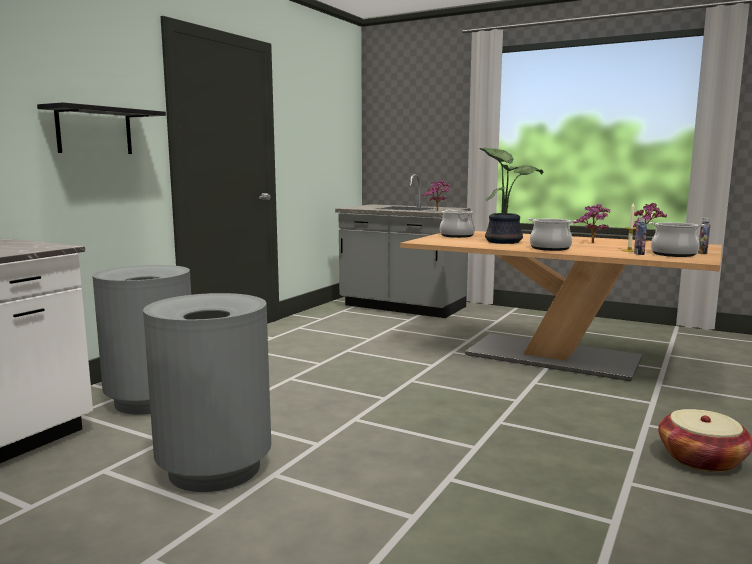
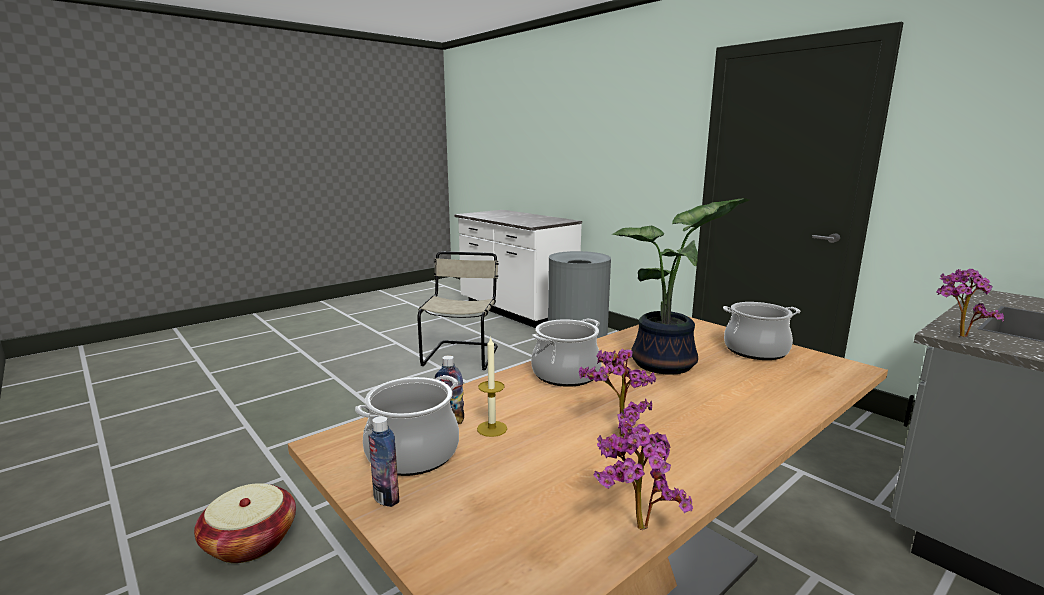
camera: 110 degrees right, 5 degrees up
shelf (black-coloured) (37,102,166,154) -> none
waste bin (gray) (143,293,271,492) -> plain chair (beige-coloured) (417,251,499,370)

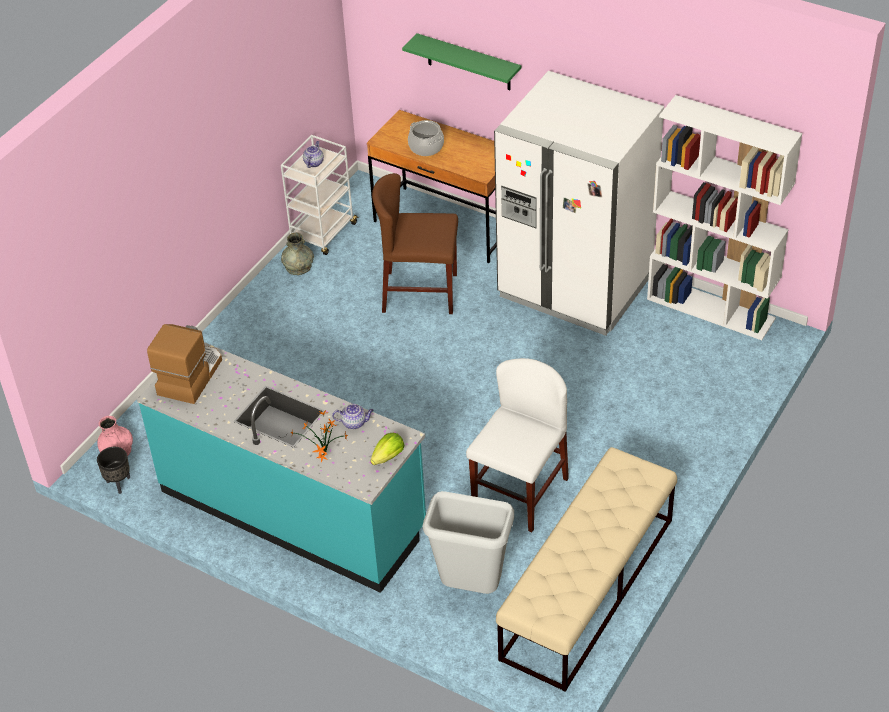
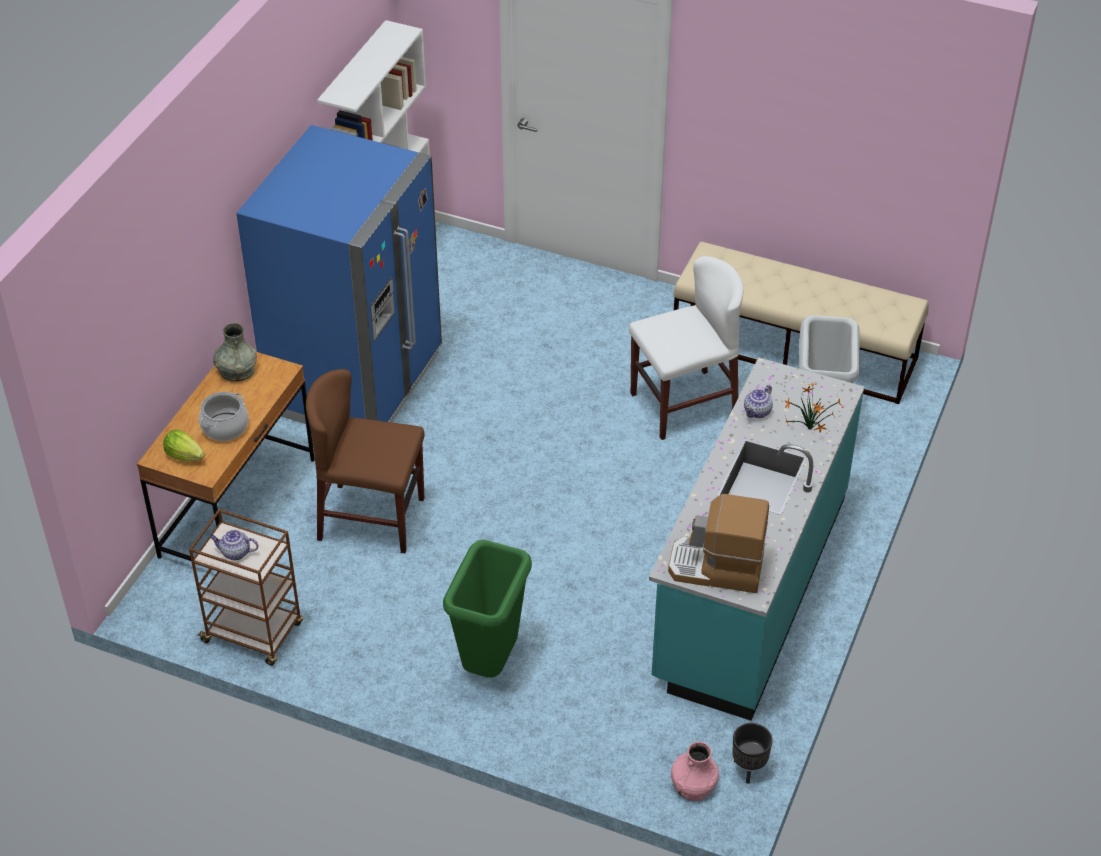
camera: 100 degrees left, 0 degrees up
shelf (green-coloured) (402,33,521,90) -> none
fridge (white-coloured) (494,71,664,336) -> fridge (bluish) (236,125,442,424)
trolley (white-coloured) (281,135,359,255) -> trolley (brownish) (189,509,303,666)
plain chair (brownish) (372,173,458,314) -> plain chair (brownish) (306,369,424,553), 105 degrees clockwise
flower vase (gray) (281,232,314,275) -> flower vase (gray) (213,323,257,381), moved
plain chair (white-coloured) (466,358,569,532) -> plain chair (white-coloured) (629,256,743,440), 135 degrees clockwise
pot for tea (332,404,374,429) -> pot for tea (744,385,773,418), 135 degrees counterclockwise
head of lettuce (370,433,404,465) -> head of lettuce (163,430,205,461), moved
none -> waste bin (green-coloured) (443,540,532,678)

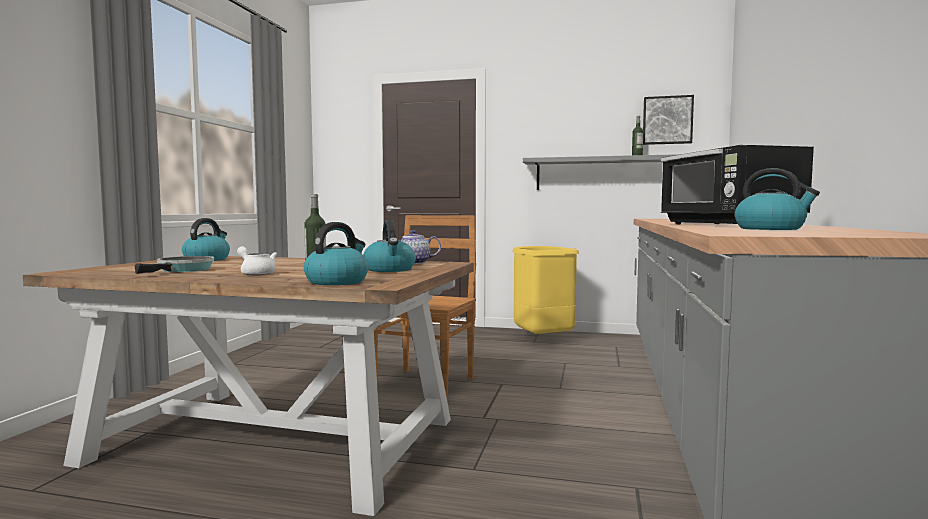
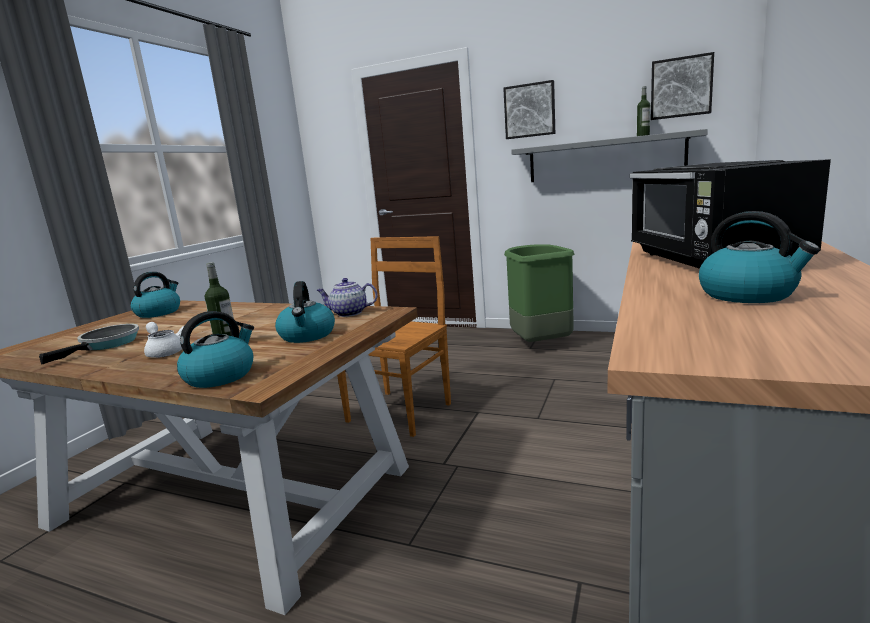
camera: 10 degrees right, 10 degrees up
waste bin (yellow) (512,246,579,334) -> waste bin (green-coloured) (504,244,574,342)
none -> wall art (503,80,555,139)

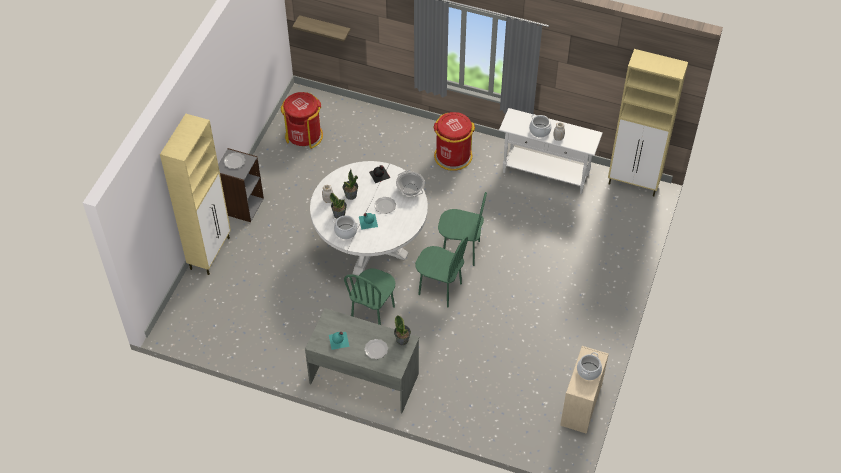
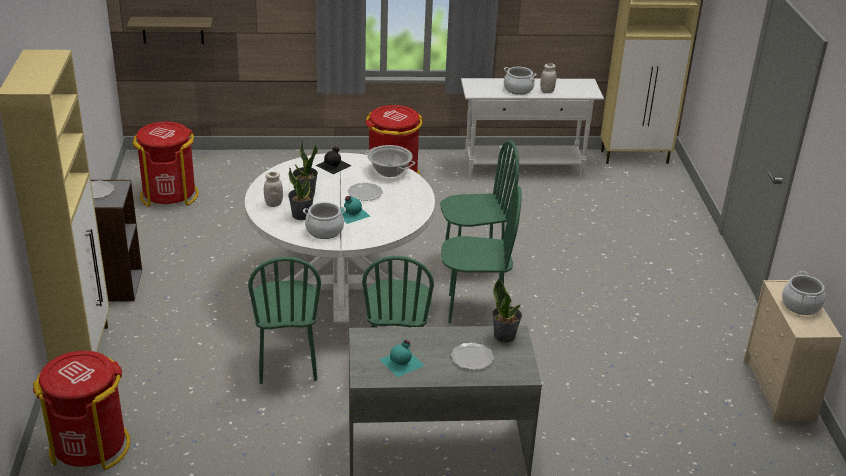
camera: 25 degrees left, 20 degrees down
none -> plain chair (green-coloured) (248,257,321,384)
none -> waste bin (red-coloured) (33,351,130,470)

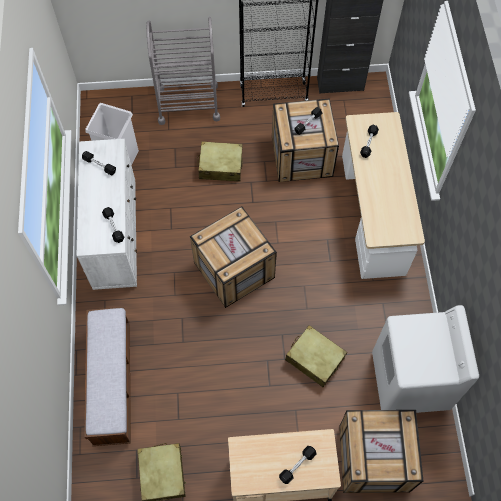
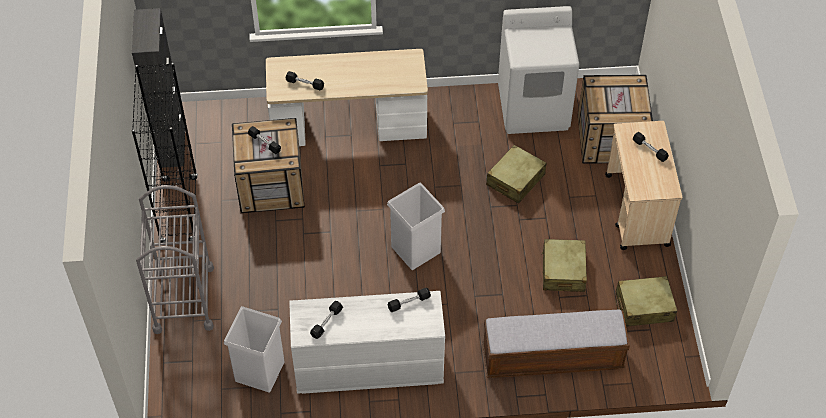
camera: 90 degrees left, 10 degrees down
travel case (beige-coloured) (197,141,243,182) -> travel case (beige-coloured) (542,239,587,292), moved
packing crate (190,207,277,308) -> waste bin (white-coloured) (387,183,445,270)

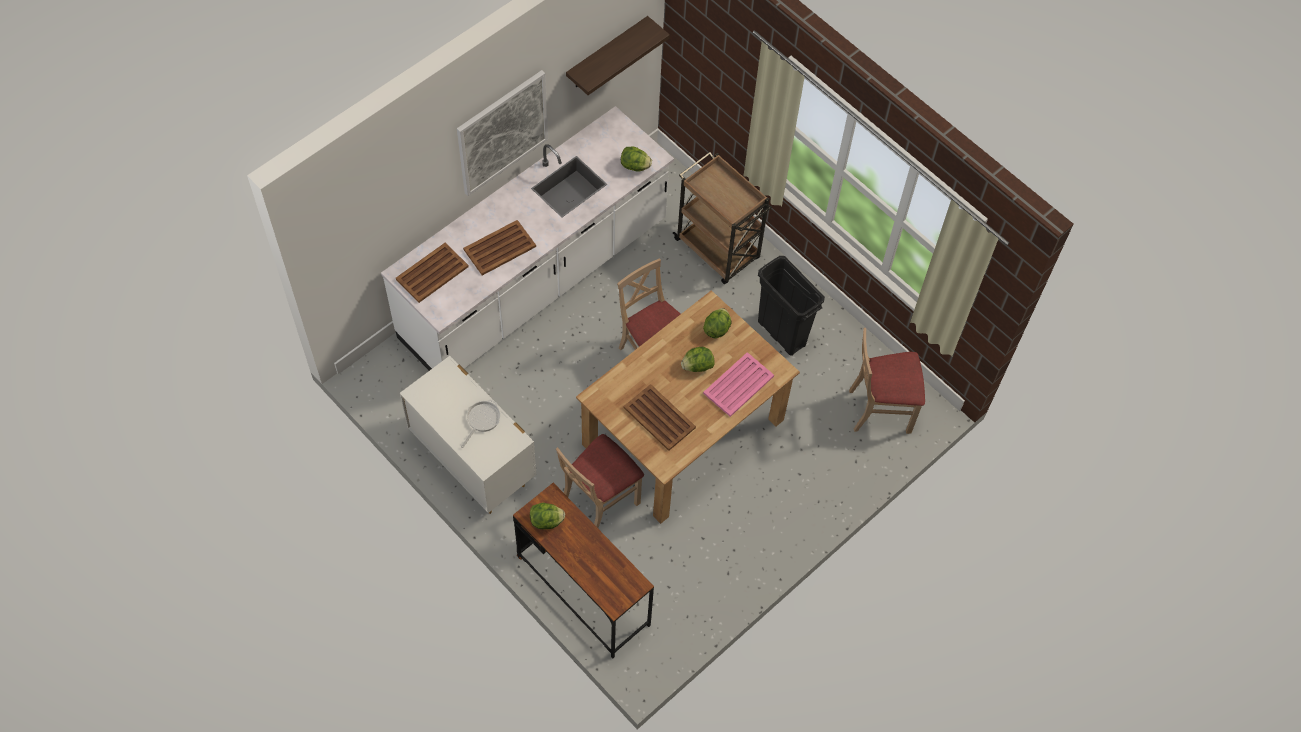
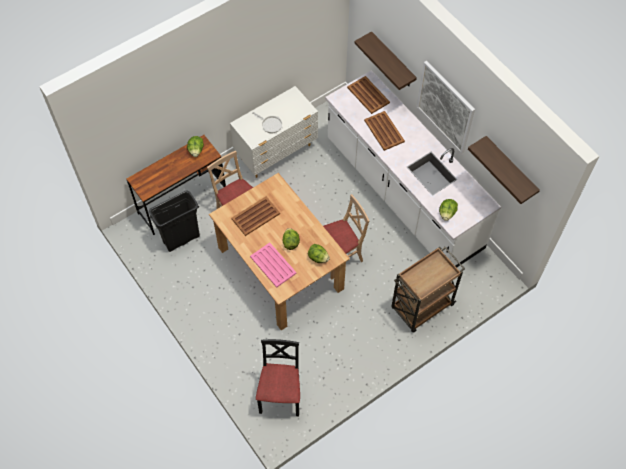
camera: 100 degrees right, 0 degrees up
waste bin (black-coloured) (758,256,825,356) -> waste bin (black-coloured) (149,190,200,252), moved
plain chair (beige-coloured) (849,328,925,434) -> plain chair (black-coloured) (256,339,300,416)
none -> shelf (354,31,417,90)

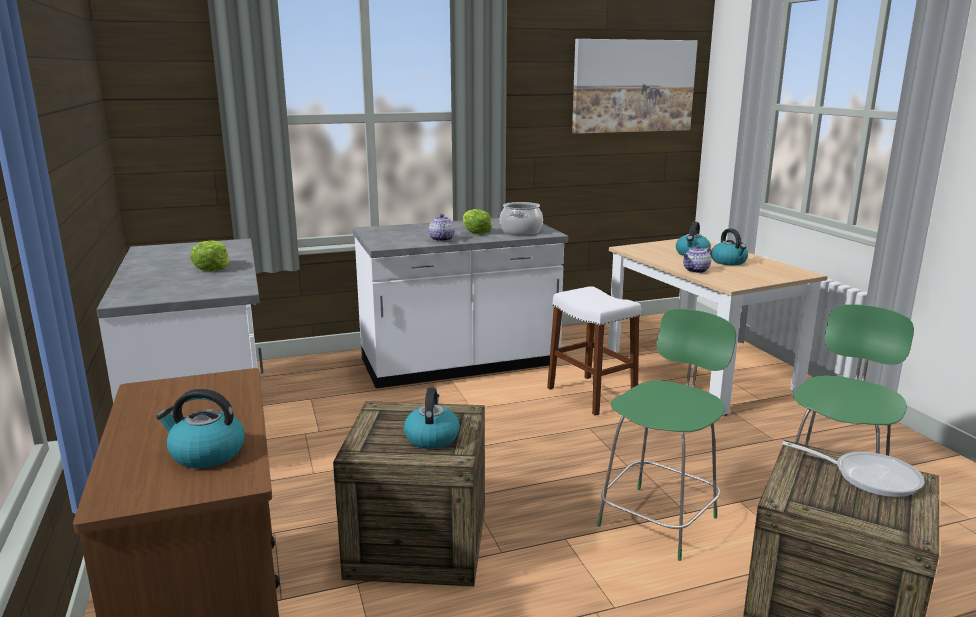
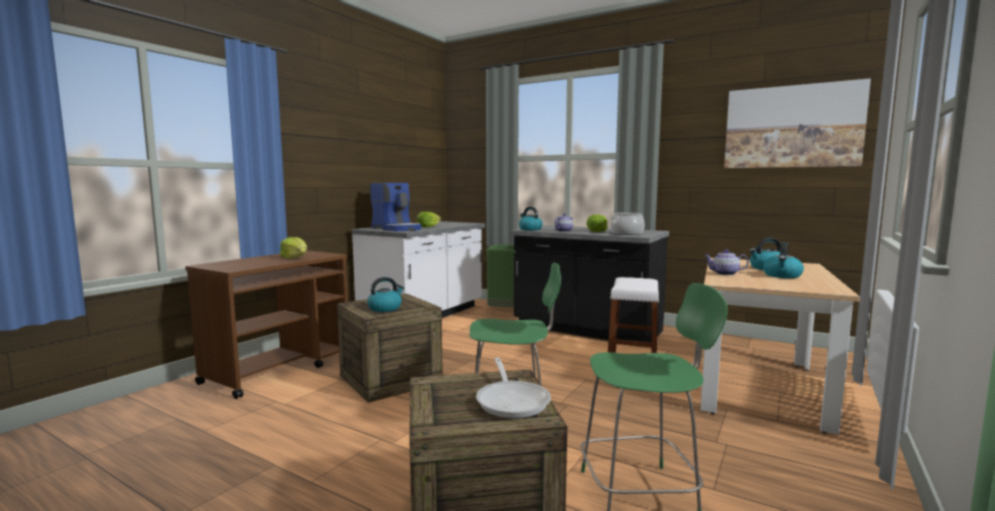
camera: 50 degrees right, 10 degrees down
counter (white-coloured) (353,218,568,389) -> counter (black-coloured) (511,225,669,342)
kettle (156,389,245,468) -> kettle (519,207,543,230), moved
none -> coffee brewer (370,183,421,231)
none -> head of lettuce (280,237,307,259)
none -> waste bin (green-coloured) (486,244,515,307)

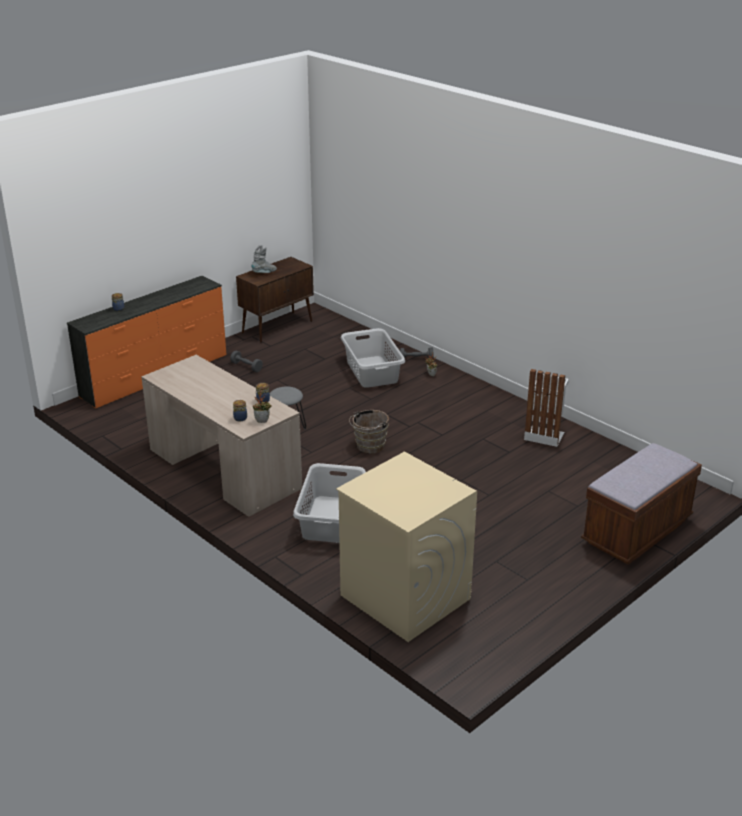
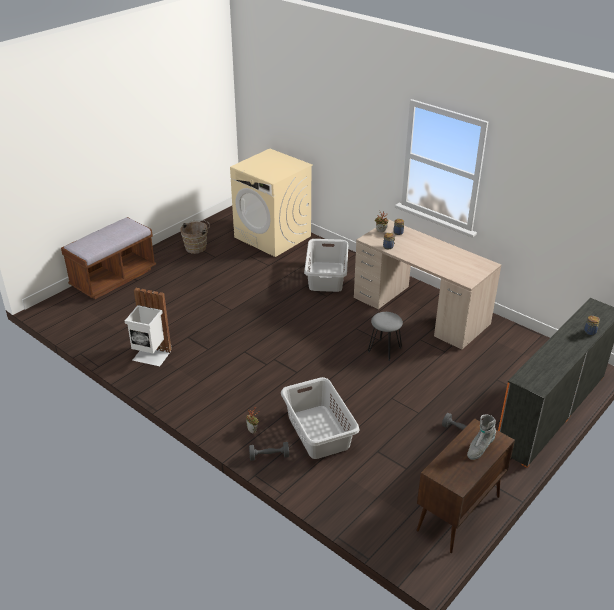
camera: 175 degrees right, 5 degrees up
pail (brownish) (349,410,389,453) -> pail (brownish) (180,220,210,254), moved

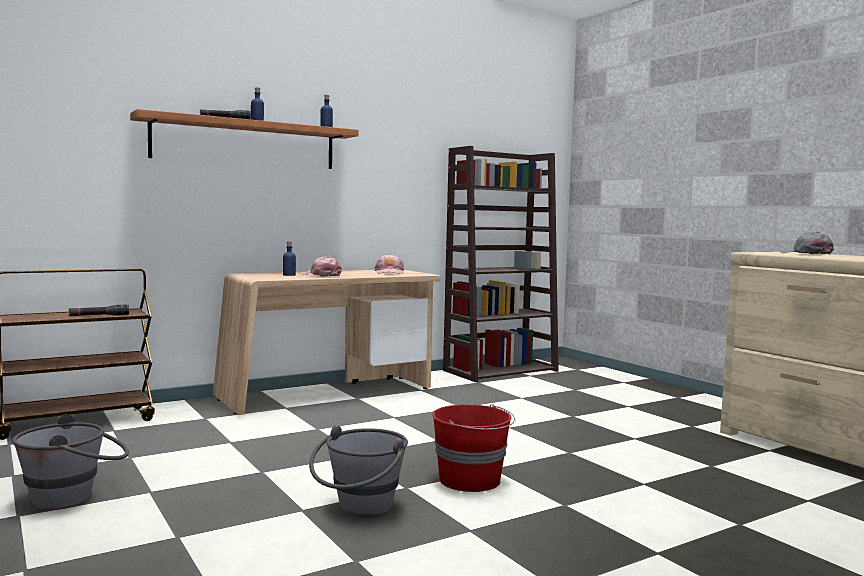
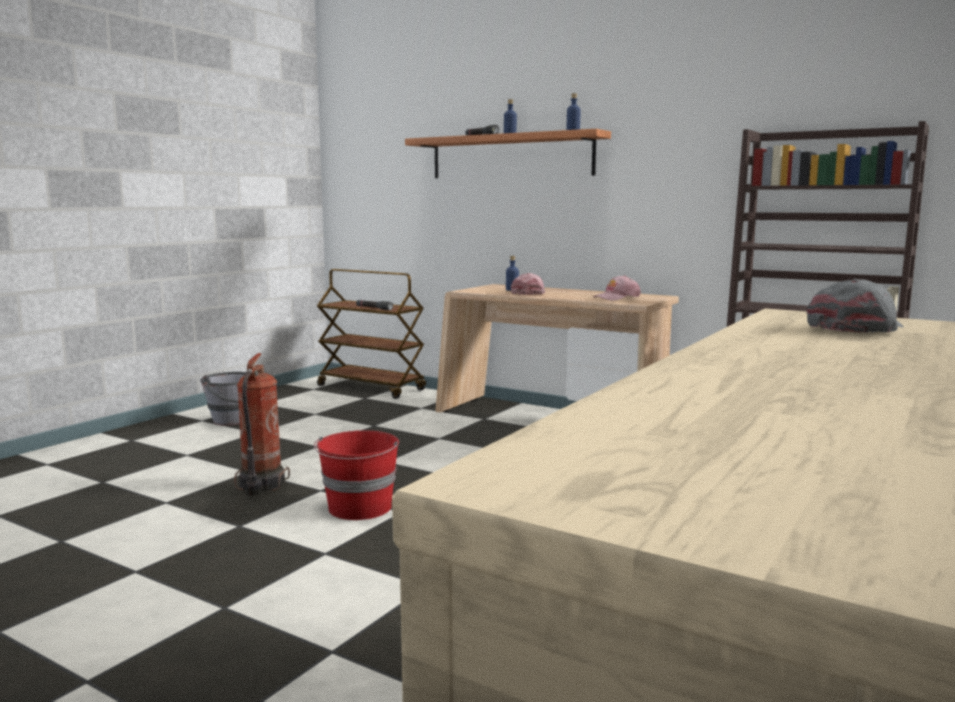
camera: 65 degrees right, 5 degrees up
pail (gray) (309,425,408,517) -> fire-fighting cylinder (234,353,290,496)

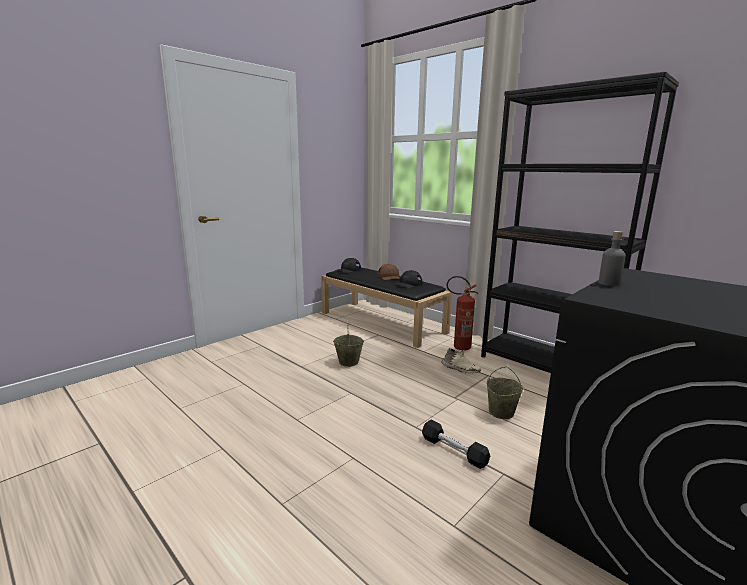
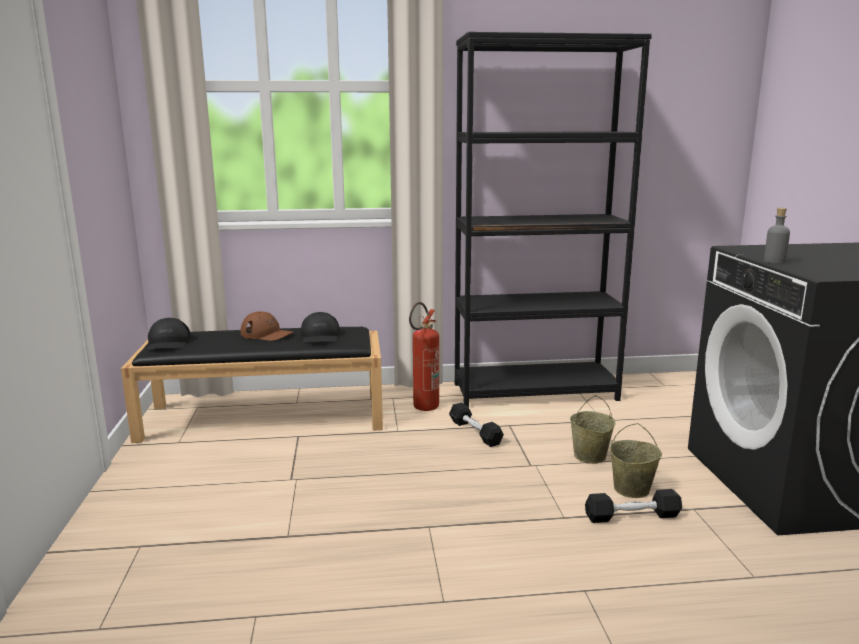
camera: 50 degrees left, 0 degrees up
pail (beige-coloured) (333,324,364,367) -> pail (beige-coloured) (610,423,662,498), moved
item of footwear (beige-coloured) (441,348,481,374) -> dumbbell (black-coloured) (449,403,504,447)

